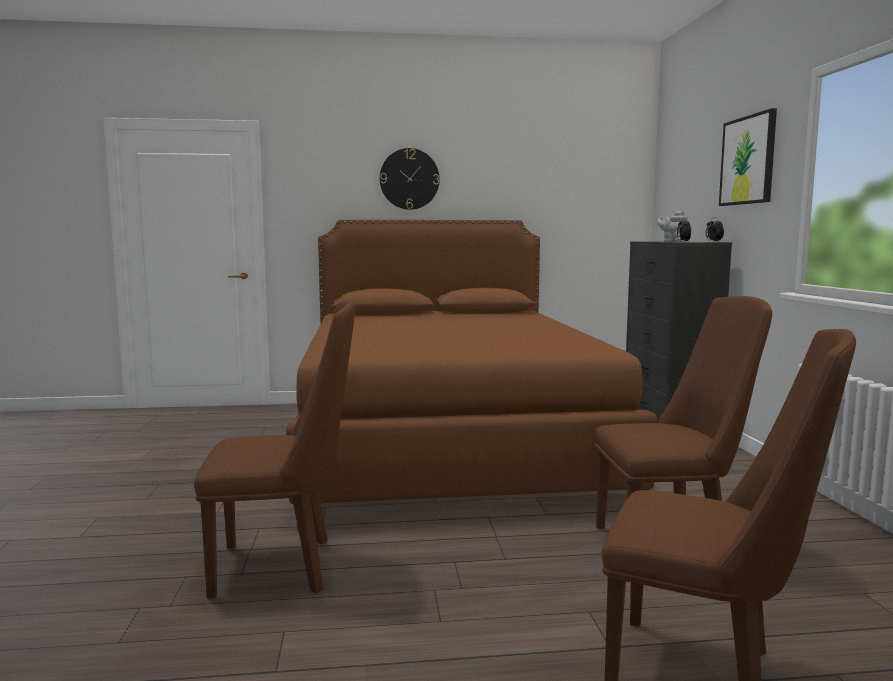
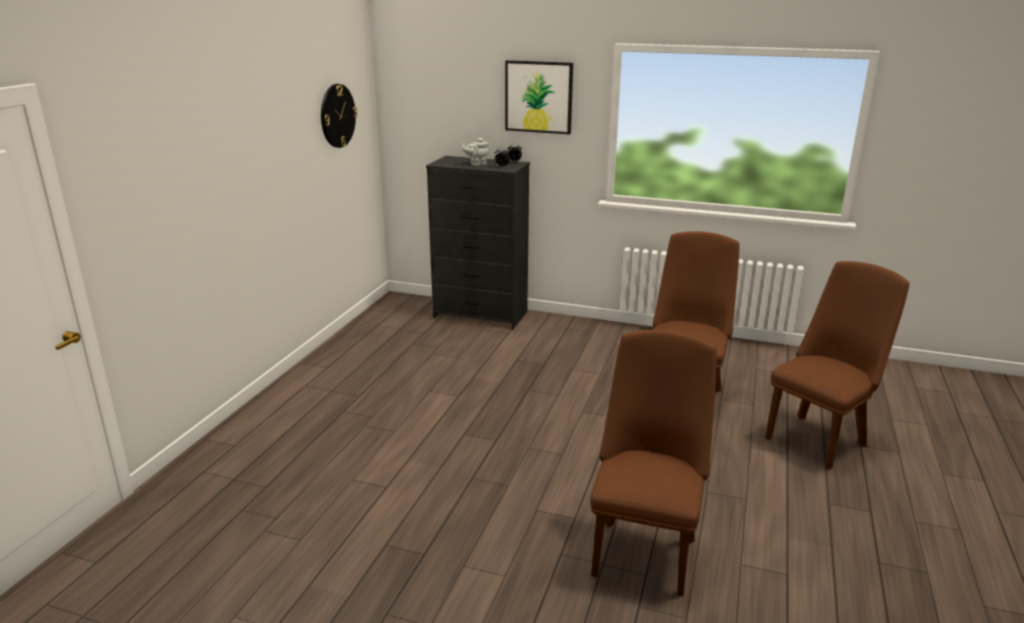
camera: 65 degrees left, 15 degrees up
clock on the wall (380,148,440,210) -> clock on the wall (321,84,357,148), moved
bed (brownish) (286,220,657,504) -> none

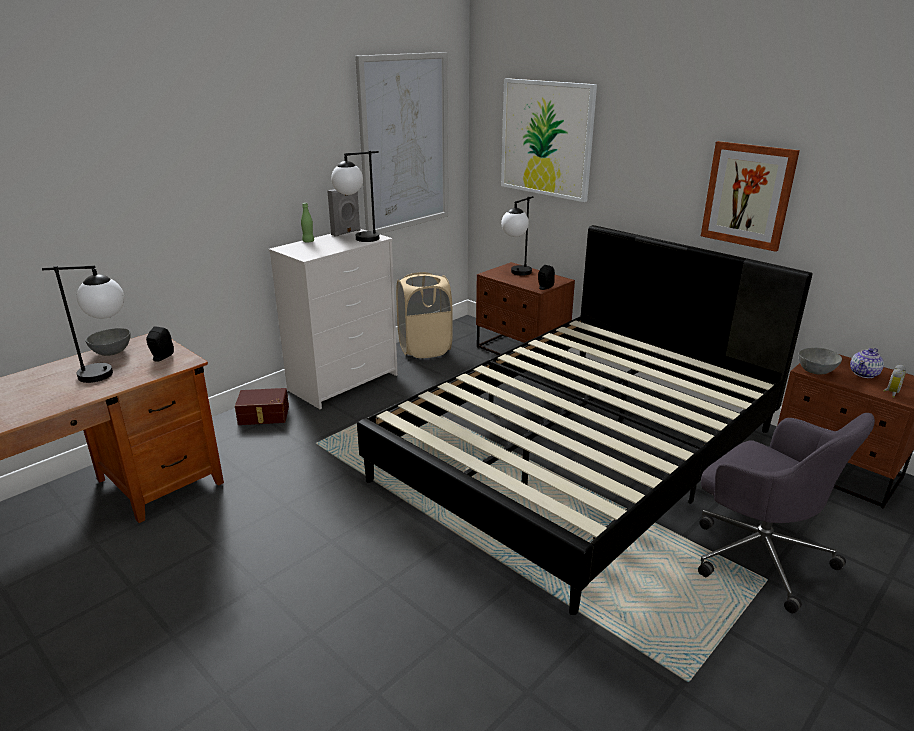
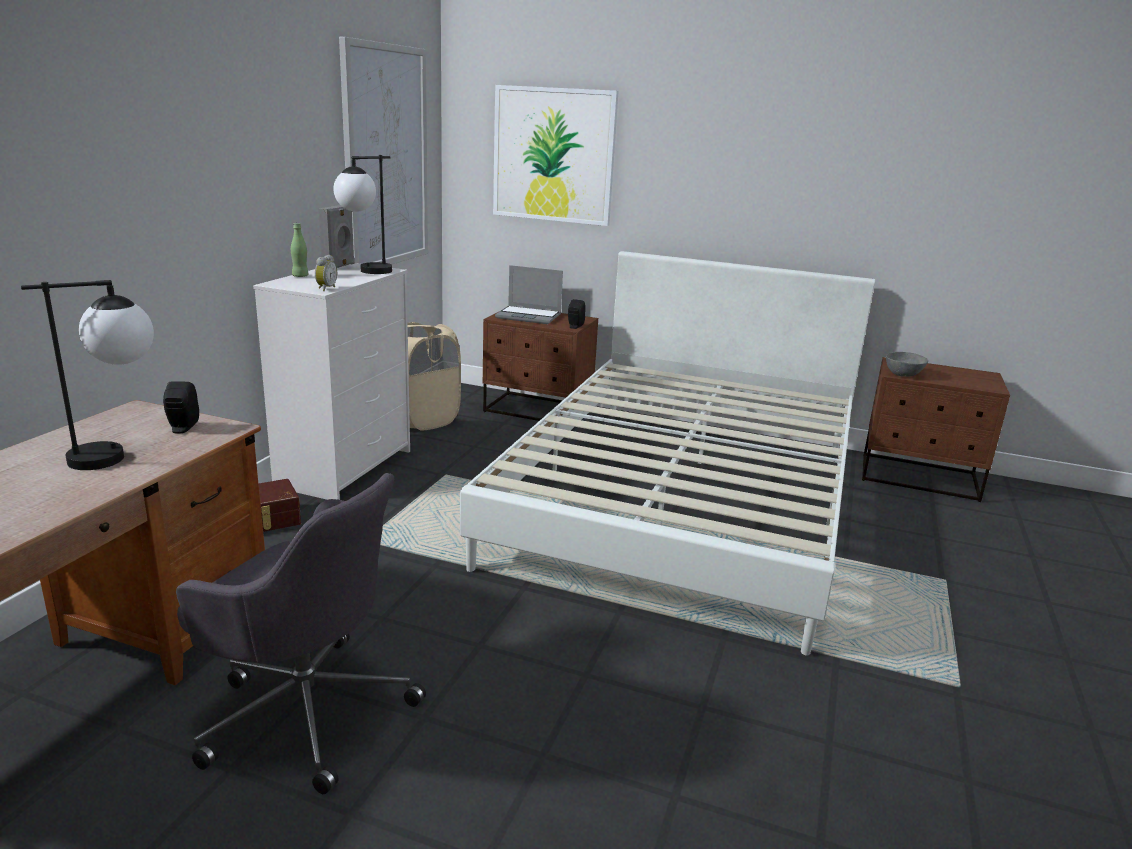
camera: 25 degrees left, 5 degrees down
wall art (701,141,800,252) -> none
lamp for a table (501,196,533,276) -> laptop (495,265,563,324)
bed (black-coloured) (357,225,813,615) -> bed (white-coloured) (460,251,875,656)
serving bowl (gray) (85,328,131,356) -> none
pot for tea (850,348,884,378) -> none
bedside clock (883,364,906,398) -> bedside clock (315,255,337,291), moved
office chair (gray) (698,413,875,613) -> office chair (gray) (176,473,426,794), moved

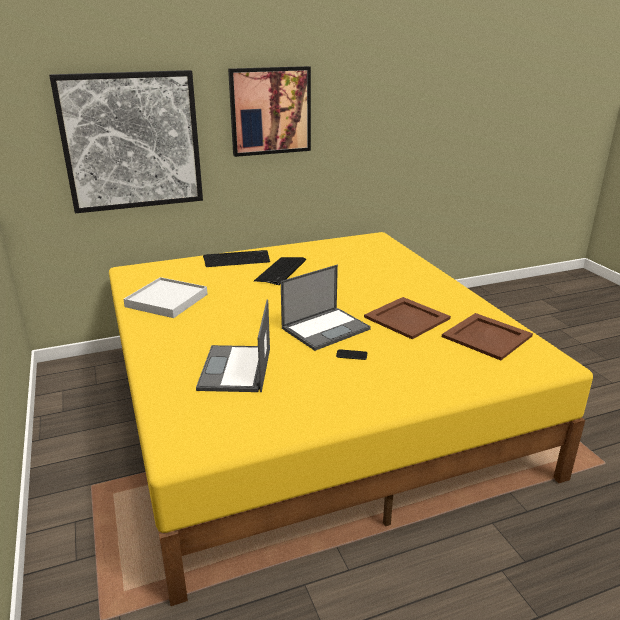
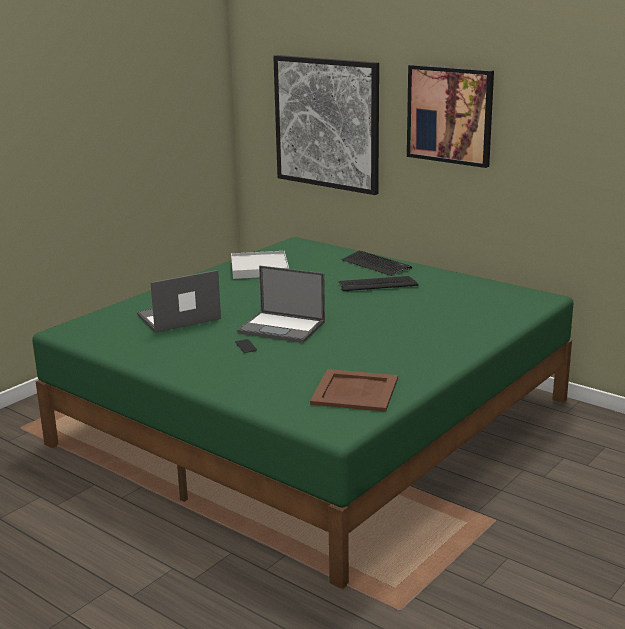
camera: 60 degrees right, 5 degrees down
bed (yellow) (109,232,593,606) -> bed (green-coloured) (32,237,573,589)
tray (brownish) (364,297,451,339) -> none

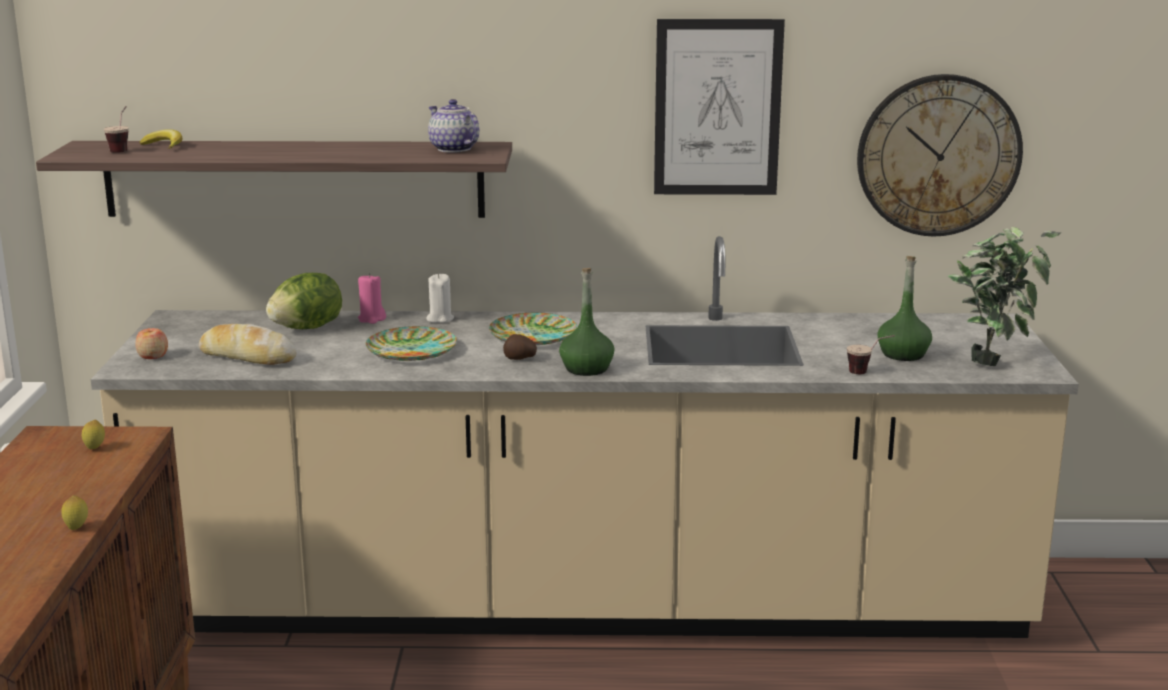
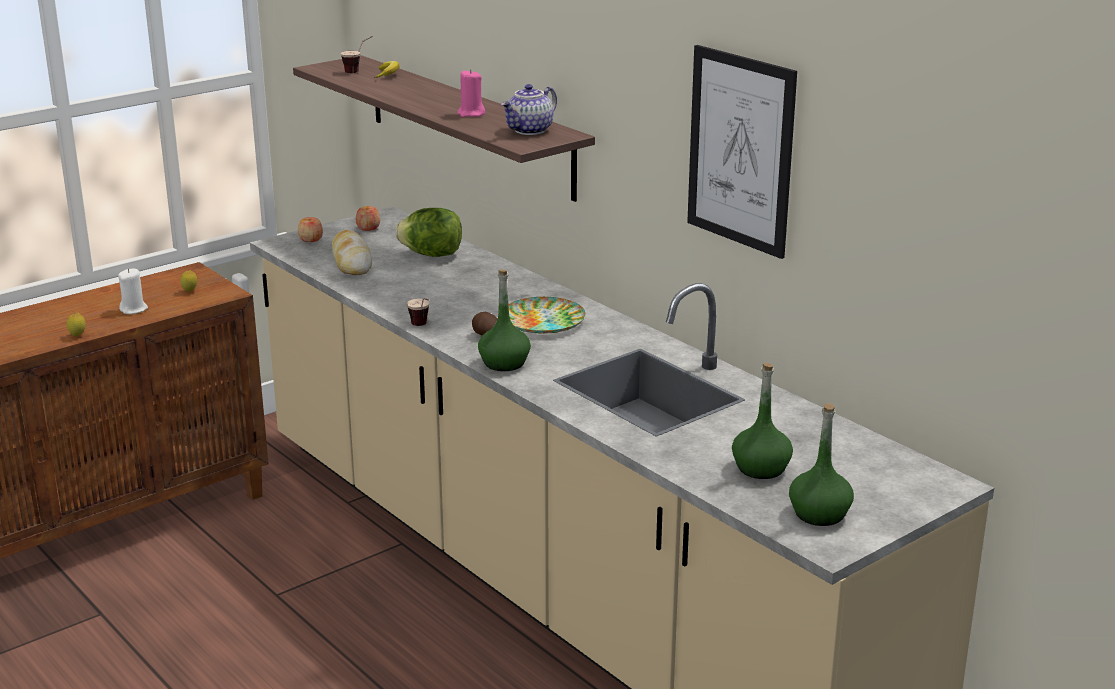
camera: 50 degrees right, 5 degrees up
clock on the wall (857,74,1023,236) -> none
pot for tea (428,99,479,153) -> pot for tea (501,84,557,135), 150 degrees counterclockwise
plant in a pot (948,227,1061,366) -> bottle (green-coloured) (789,403,854,526)
wax light (pinkish) (358,273,386,324) -> wax light (pinkish) (457,69,485,117), moved
wax light (white-coloured) (426,273,454,323) -> wax light (white-coloured) (118,268,148,314), moved
plate (366,326,457,361) -> none
cup (847,335,895,374) -> cup (407,298,429,326), moved
none -> apple fruit (356,206,380,231)

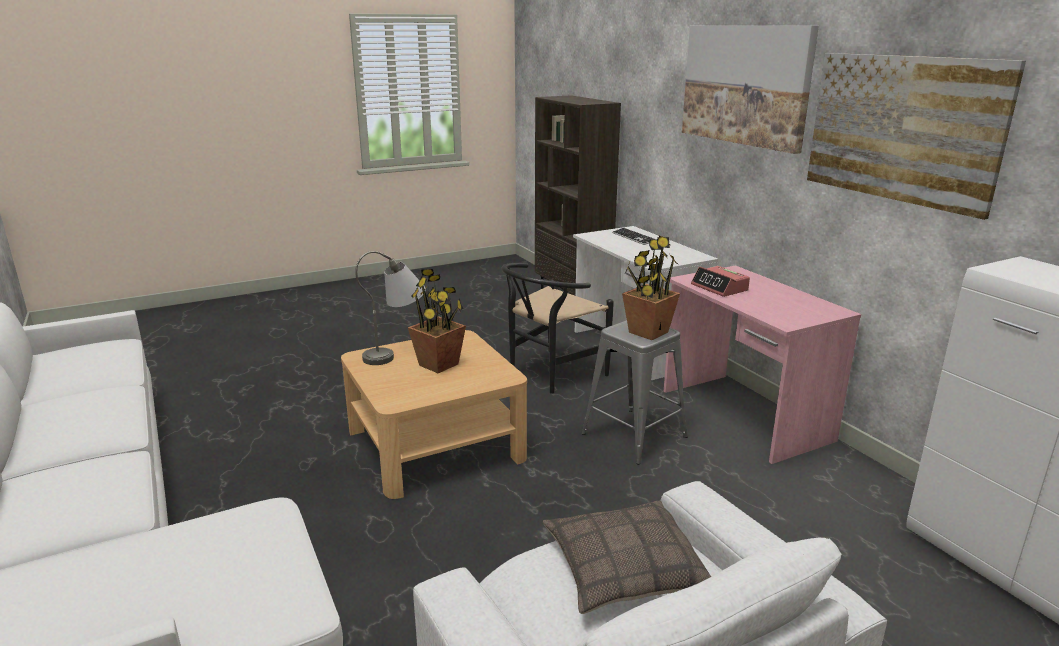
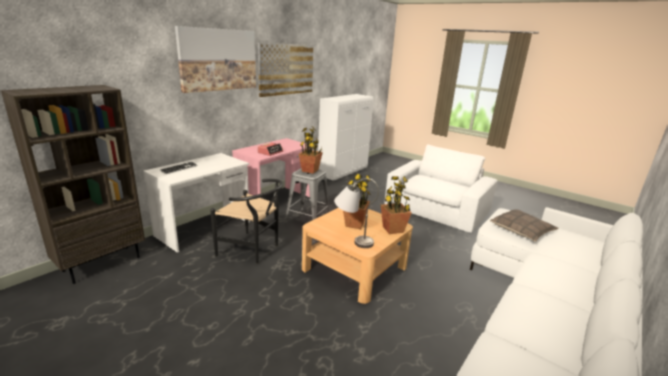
camera: 115 degrees left, 0 degrees up
throw pillow (543,501,711,614) -> throw pillow (490,209,559,242), moved
none -> plant in a pot (381,176,412,234)

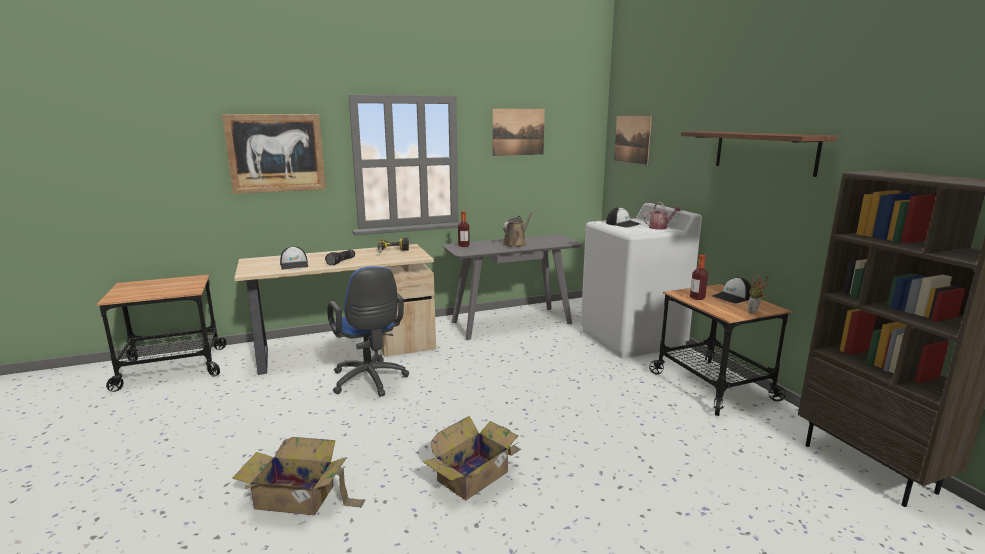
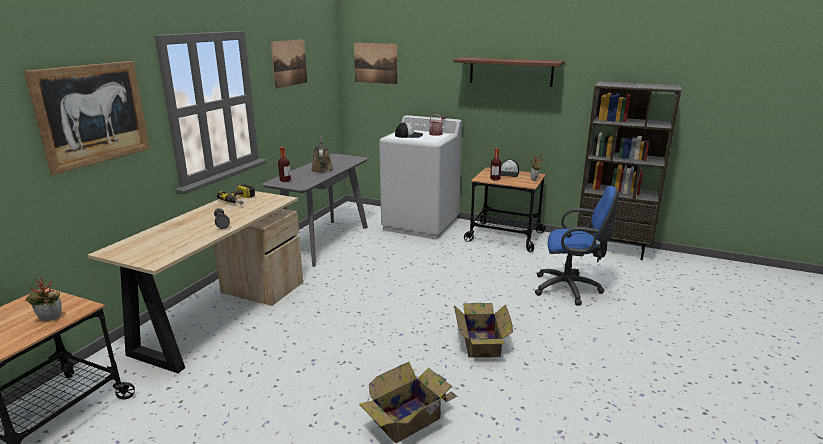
camera: 45 degrees left, 5 degrees up
cap (280,246,308,270) -> none
office chair (bluish) (327,266,409,397) -> office chair (bluish) (535,186,619,306), moved
none -> plant in a pot (25,278,62,321)

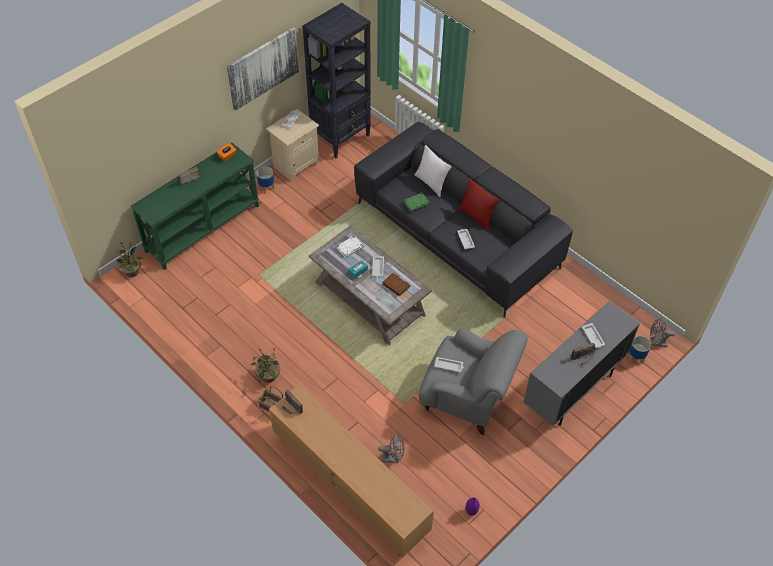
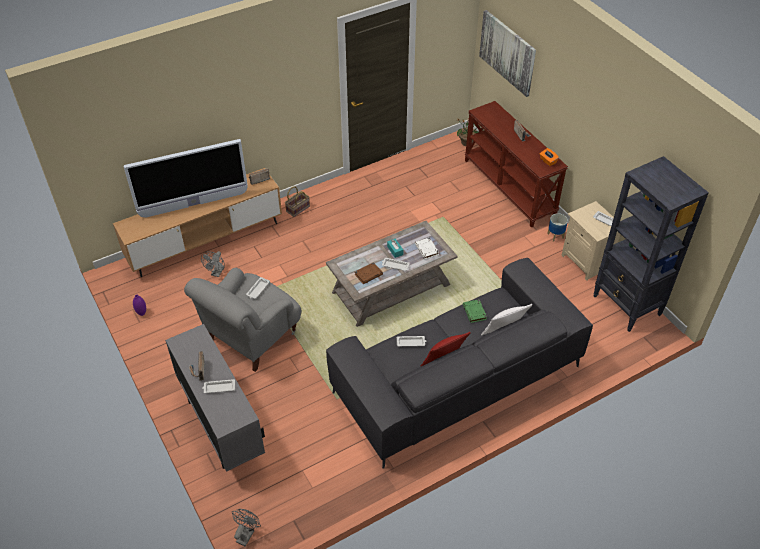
camera: 105 degrees right, 5 degrees down
wall art (227,27,299,111) -> wall art (479,10,536,97), moved
console table (green-coloured) (130,142,259,270) -> console table (brownish) (464,101,568,228)
flower pot (629,336,651,364) -> none
plant in a pot (250,347,280,383) -> none
none -> television (124,139,248,218)

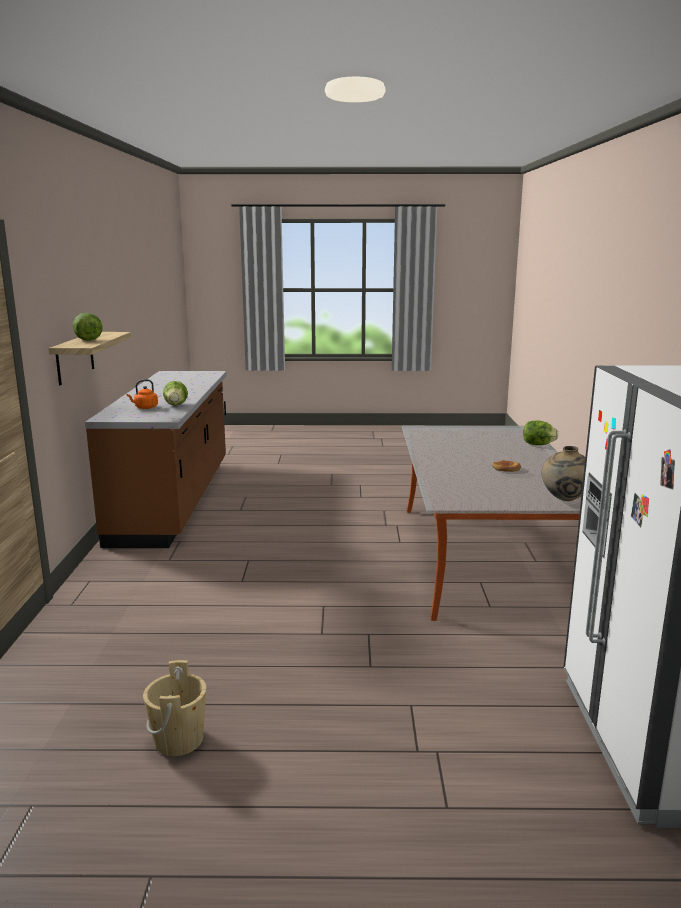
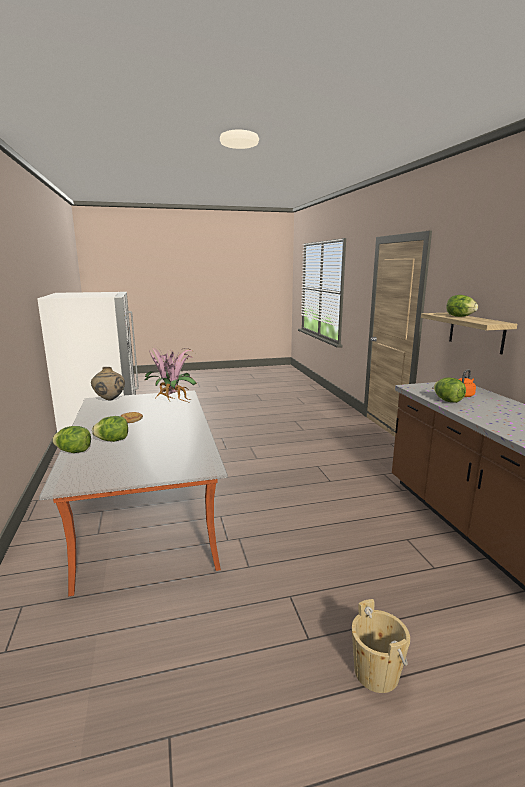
camera: 165 degrees right, 0 degrees up
pail (beige-coloured) (143,660,207,756) -> pail (beige-coloured) (352,599,410,693), moved
none -> plant in a pot (145,347,197,402)
none -> head of lettuce (92,416,128,442)

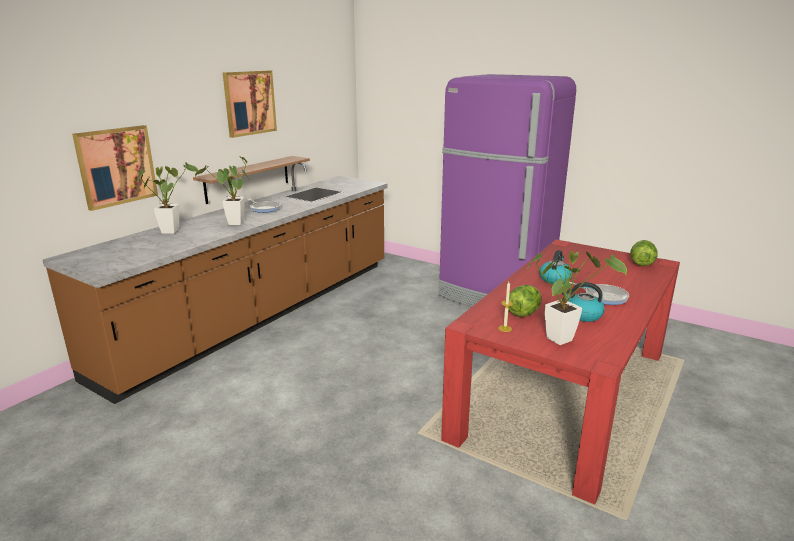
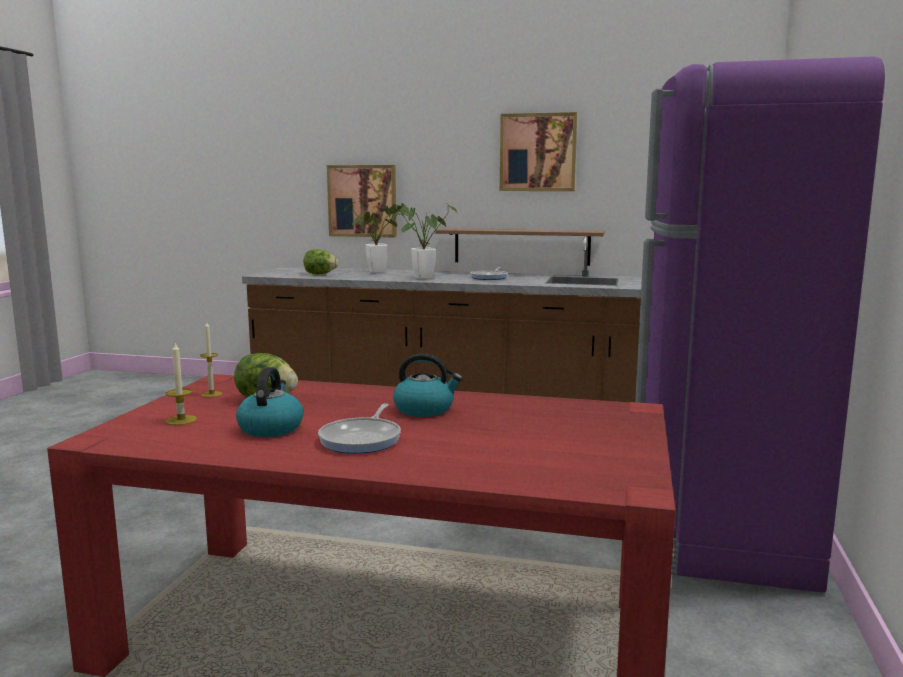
camera: 70 degrees right, 10 degrees down
head of lettuce (630,240,658,266) -> head of lettuce (304,249,338,274), moved
plant in a pot (527,251,627,345) -> wax light (165,343,197,425)

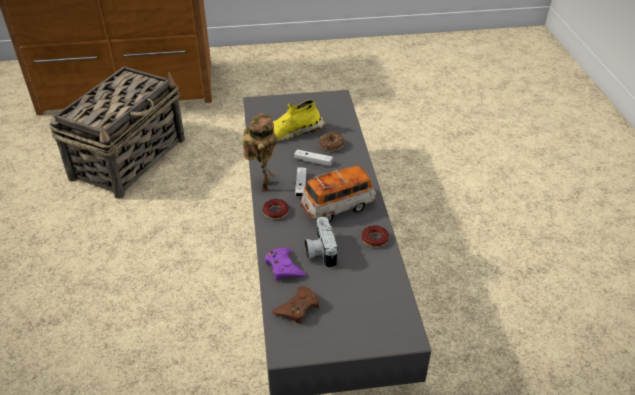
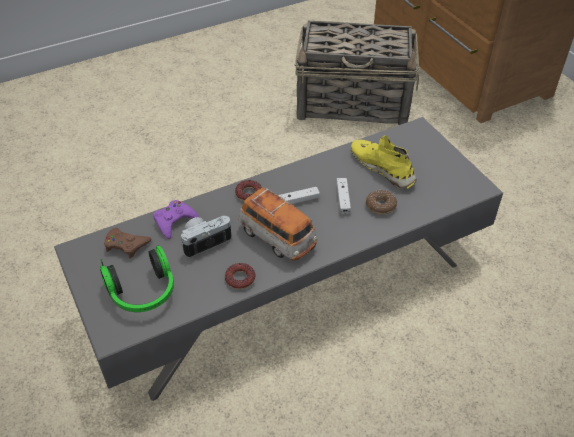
camera: 70 degrees right, 5 degrees up
toy robot (242,114,278,192) -> none
none -> headphones (100,245,174,312)

